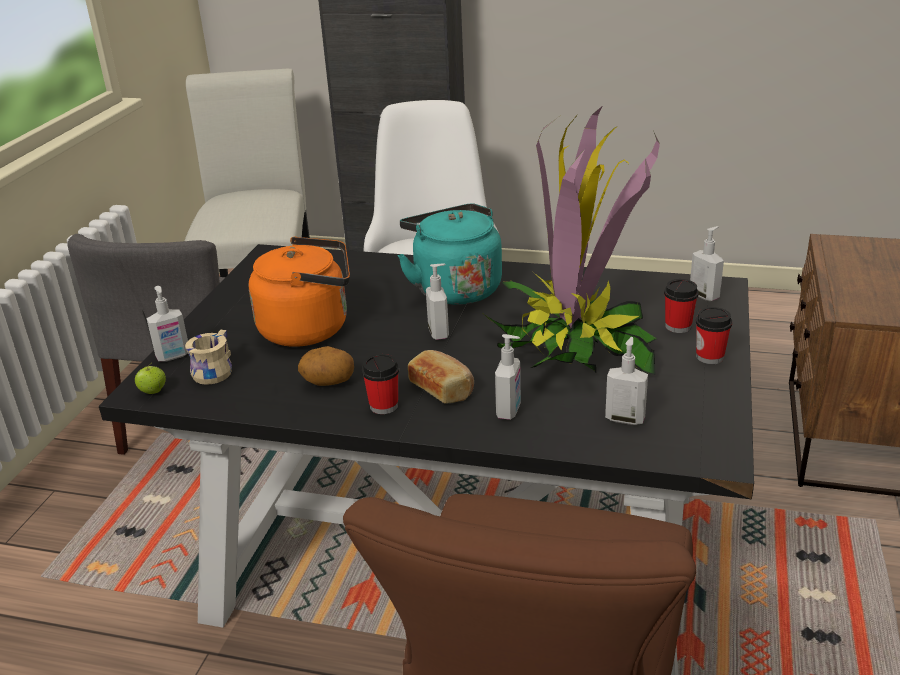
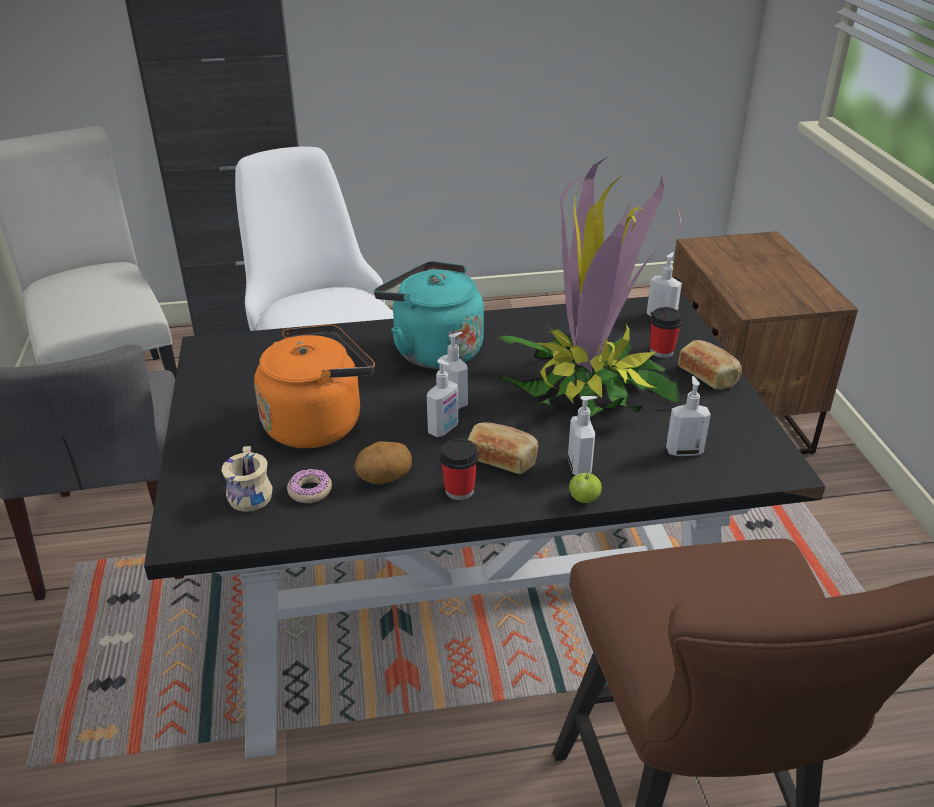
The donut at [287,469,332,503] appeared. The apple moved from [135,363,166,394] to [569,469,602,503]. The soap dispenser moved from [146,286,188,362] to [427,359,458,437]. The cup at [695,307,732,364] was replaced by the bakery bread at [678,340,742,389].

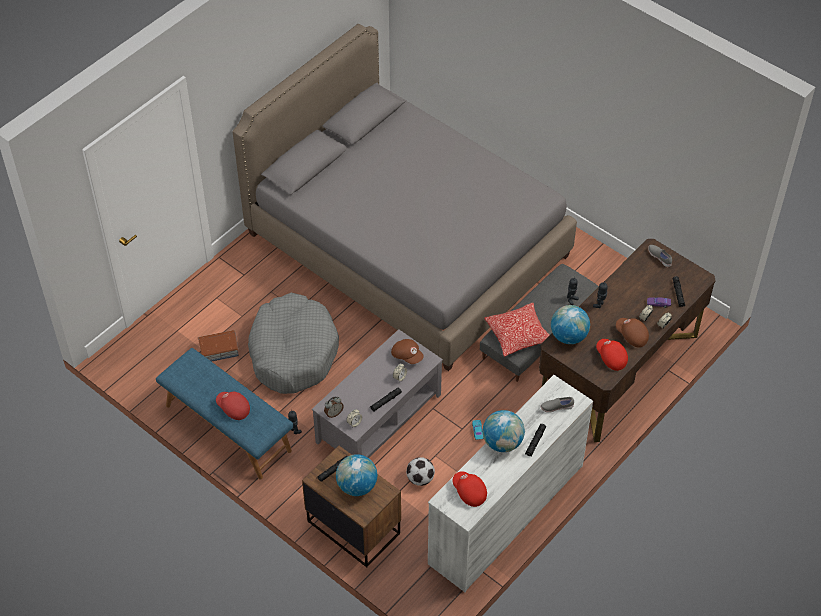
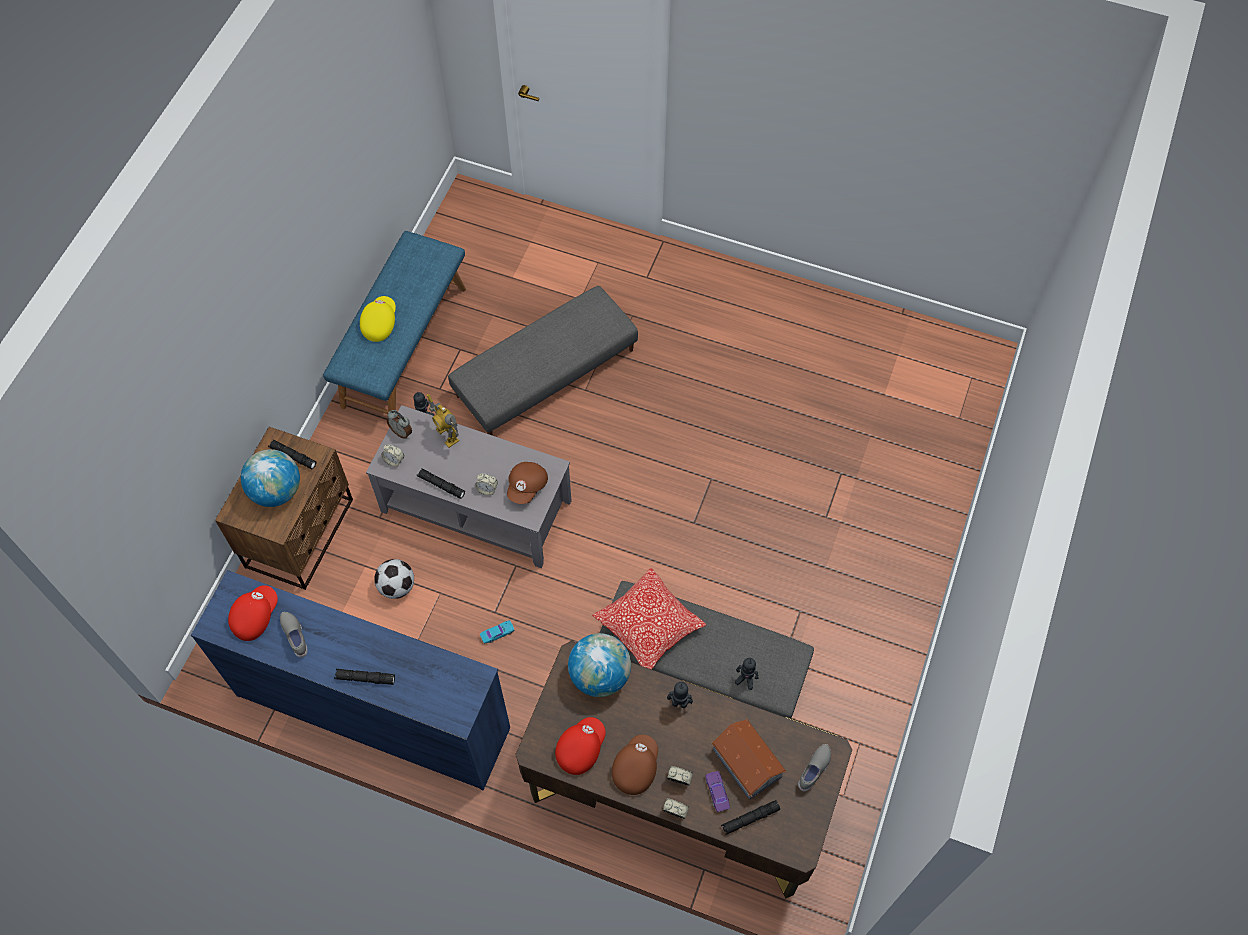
The greyish bed at [233,24,577,371] disappeared. The world globe at [483,410,525,452] disappeared. The toy robot at [427,394,459,448] appeared. The model house moved from [198,330,239,362] to [712,719,787,800]. The greyish item of footwear moved from [540,397,574,413] to [280,612,308,658]. The greyish pet bed at [248,293,339,394] was replaced by the greyish ottoman at [448,286,638,436]. The red-coloured cap at [216,392,250,420] became the yellowish cap at [360,296,396,342]. The whitish dresser at [428,375,593,592] became the blue dresser at [191,570,510,790].

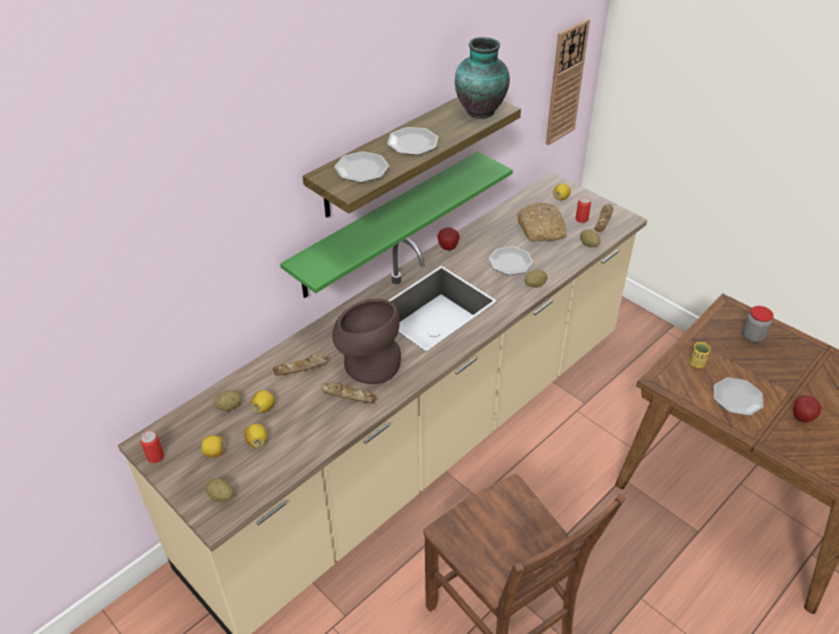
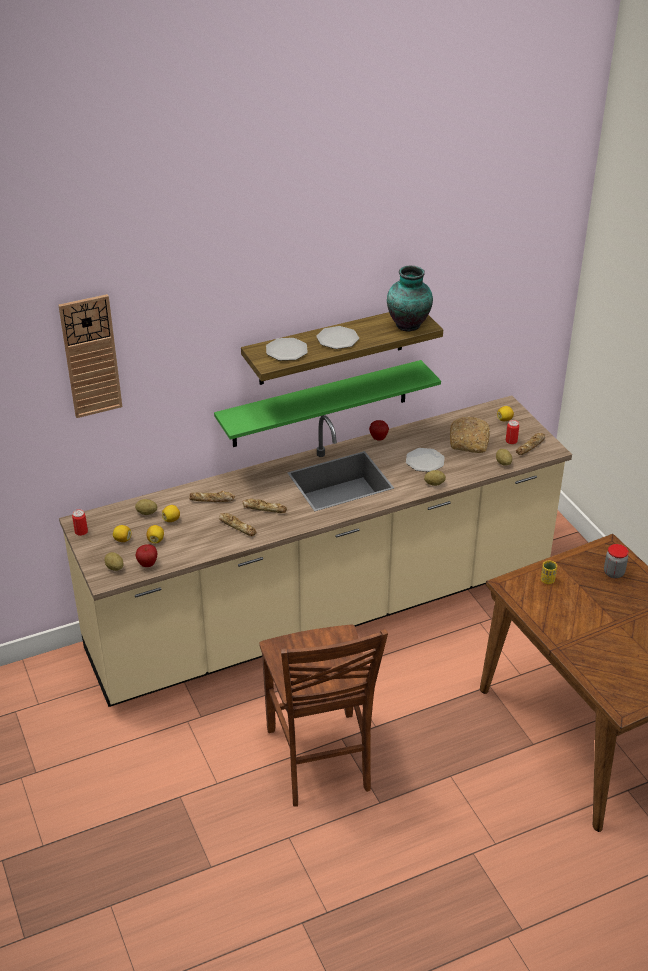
The flat dish at [713,377,764,416] disappeared. The hanging clock moved from [546,19,590,145] to [58,294,122,418]. The apple moved from [793,395,821,423] to [135,544,157,567]. The brownish decorative vase at [332,299,401,384] was replaced by the bakery bread at [242,499,287,513].

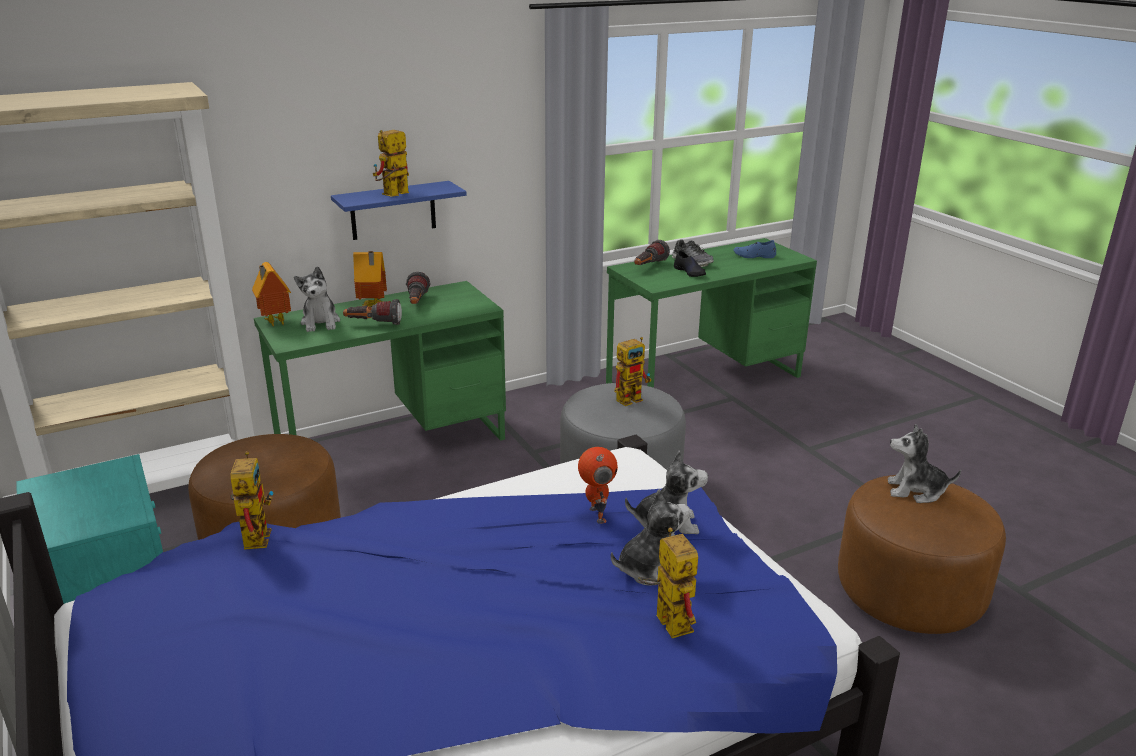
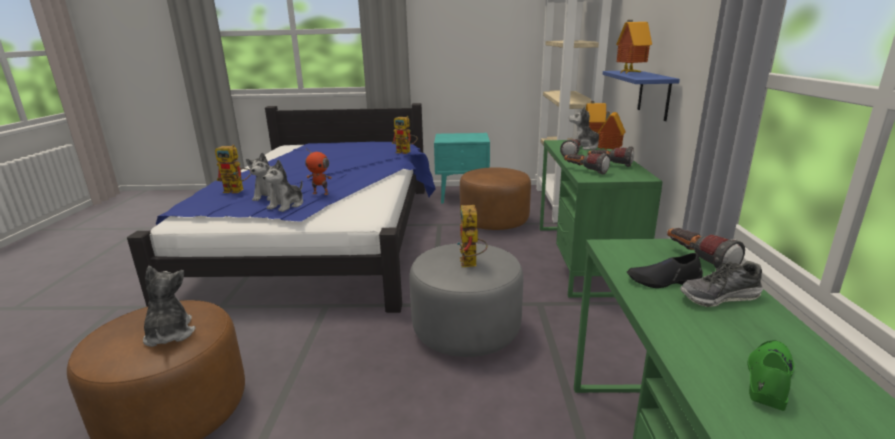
The flashlight at [564,153,610,174] appeared. The toy robot at [373,130,409,197] was replaced by the model house at [616,20,652,74]. The blue item of footwear at [733,240,776,258] became the green-coloured item of footwear at [747,340,795,411]. The soft toy at [887,424,961,503] turned 60 degrees counterclockwise.

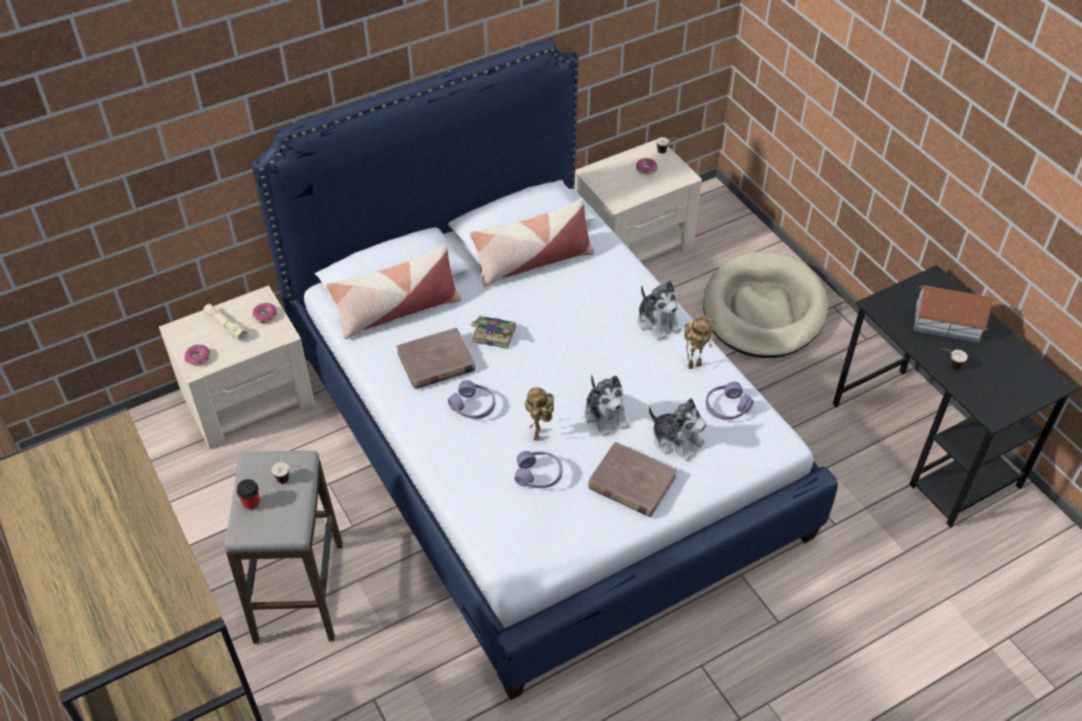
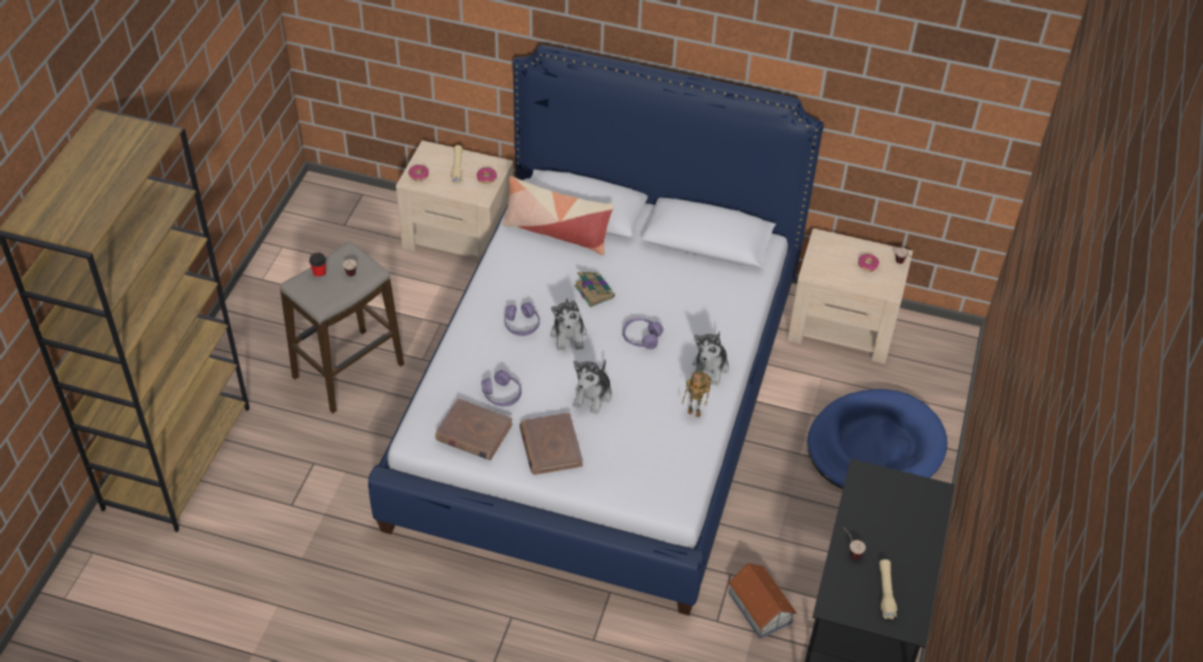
The pillow at [470,198,594,287] disappeared. The toy robot at [525,387,554,441] disappeared. The beige flashlight at [879,559,897,619] appeared. The brownish book moved from [396,327,476,389] to [435,398,513,460]. The soft toy moved from [649,398,706,462] to [551,299,587,351]. The purple-coloured headphones moved from [706,381,754,420] to [623,318,663,349]. The model house moved from [914,285,993,343] to [728,563,797,638]. The beige pet bed at [703,252,828,358] became the blue pet bed at [807,389,947,489].

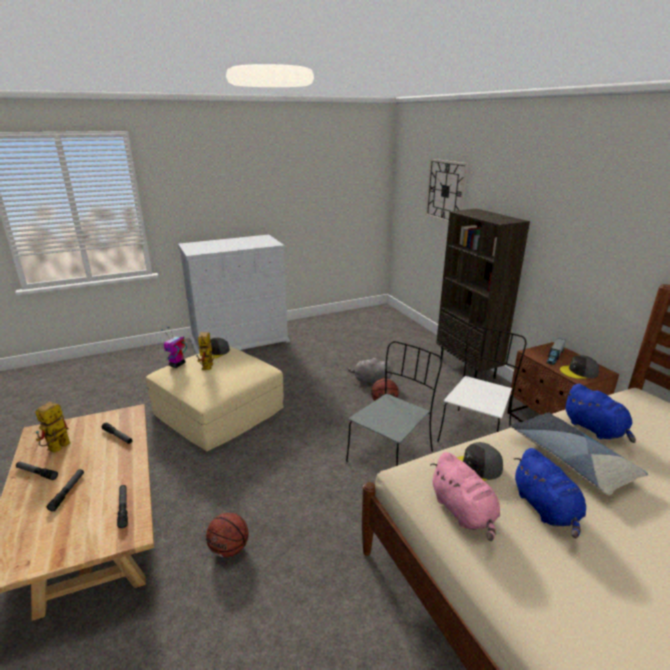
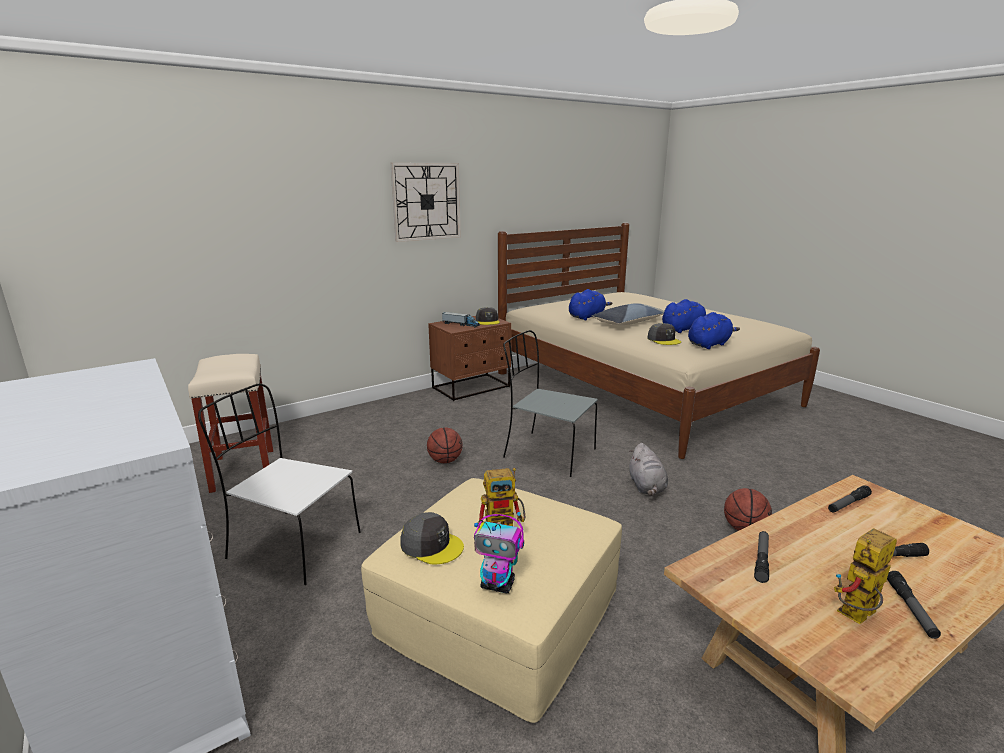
The brownish bookcase at [436,208,530,379] disappeared. The beige stool at [188,354,273,493] appeared. The greyish soft toy moved from [347,358,393,385] to [629,443,668,496]. The hanging clock moved from [425,159,468,223] to [390,163,461,242]. The whitish plain chair moved from [437,326,526,442] to [198,383,361,585]. The pinkish soft toy at [430,452,500,541] became the blue soft toy at [688,312,740,349]. The toy robot at [35,402,71,453] turned 135 degrees clockwise.

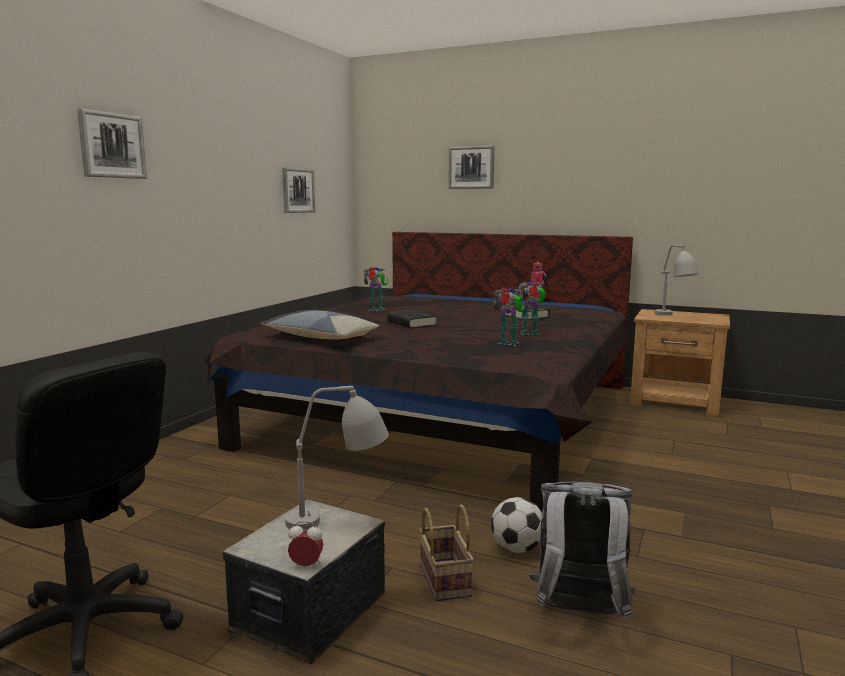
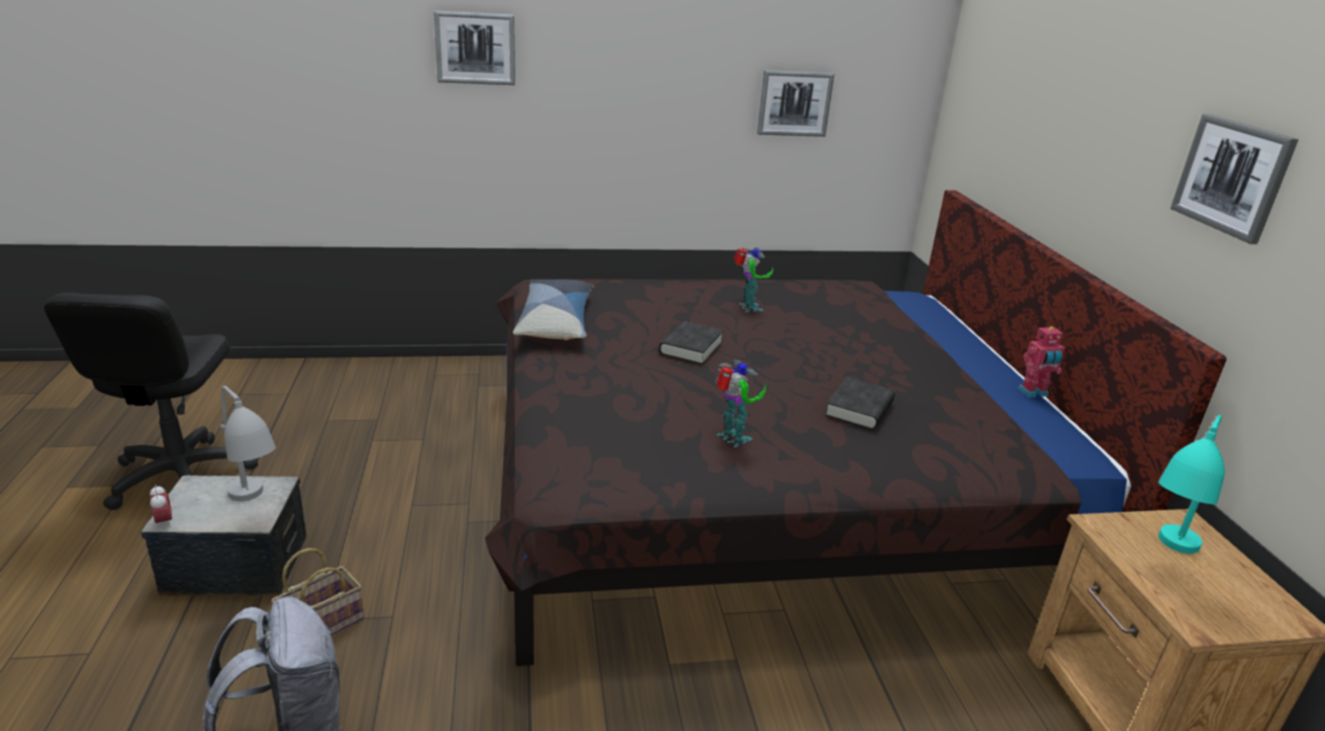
The football ball at [491,497,542,553] disappeared. The toy robot at [493,288,525,346] disappeared. The wall art moved from [448,146,494,189] to [1170,114,1299,244]. The greyish lamp for a table at [655,245,698,315] became the blue-green lamp for a table at [1158,415,1225,554].

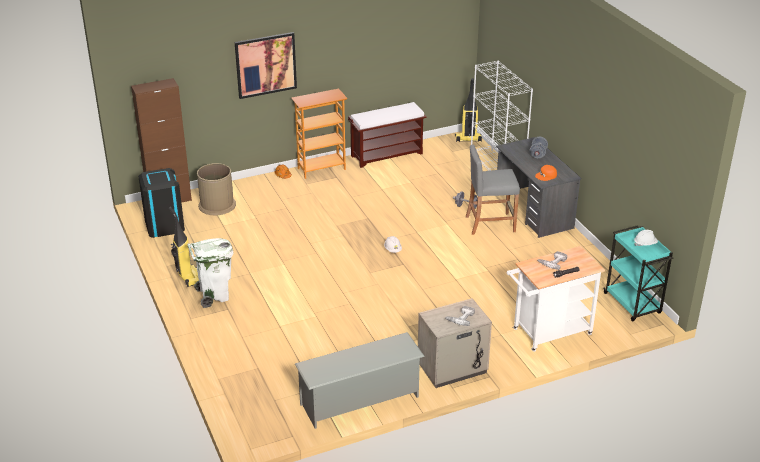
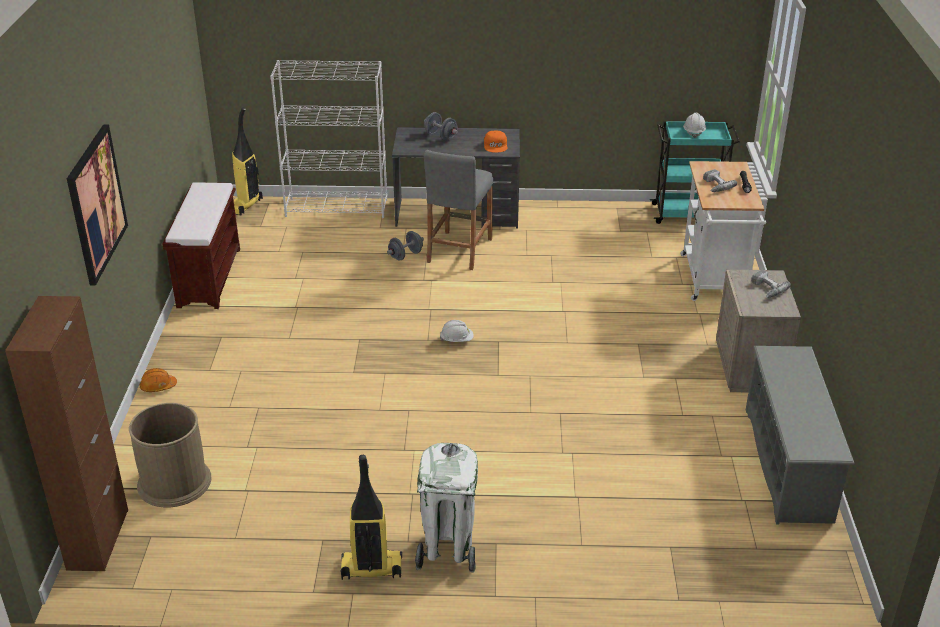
The black-coloured waste bin at [138,168,185,238] disappeared. The bookcase at [292,89,347,179] disappeared.

